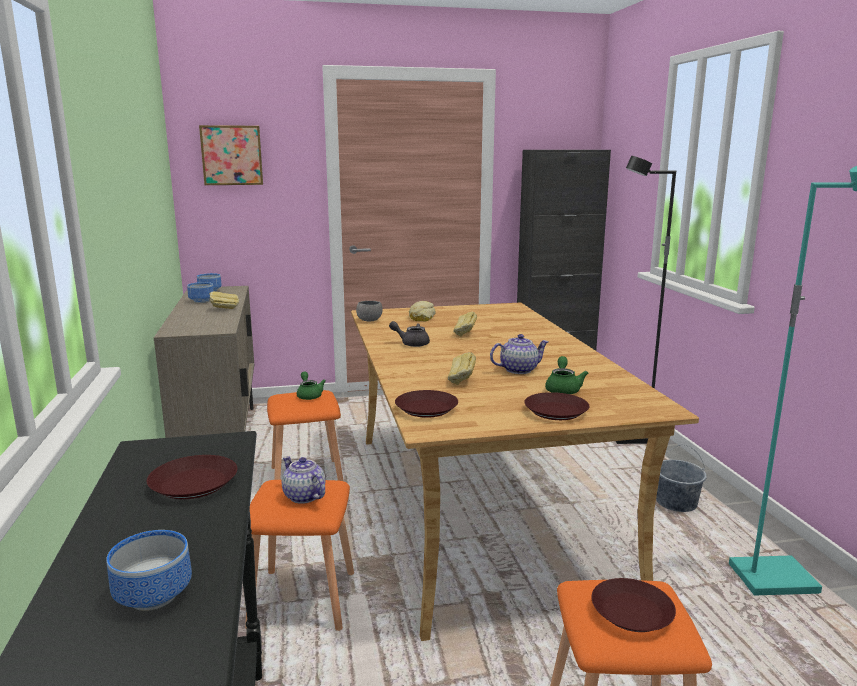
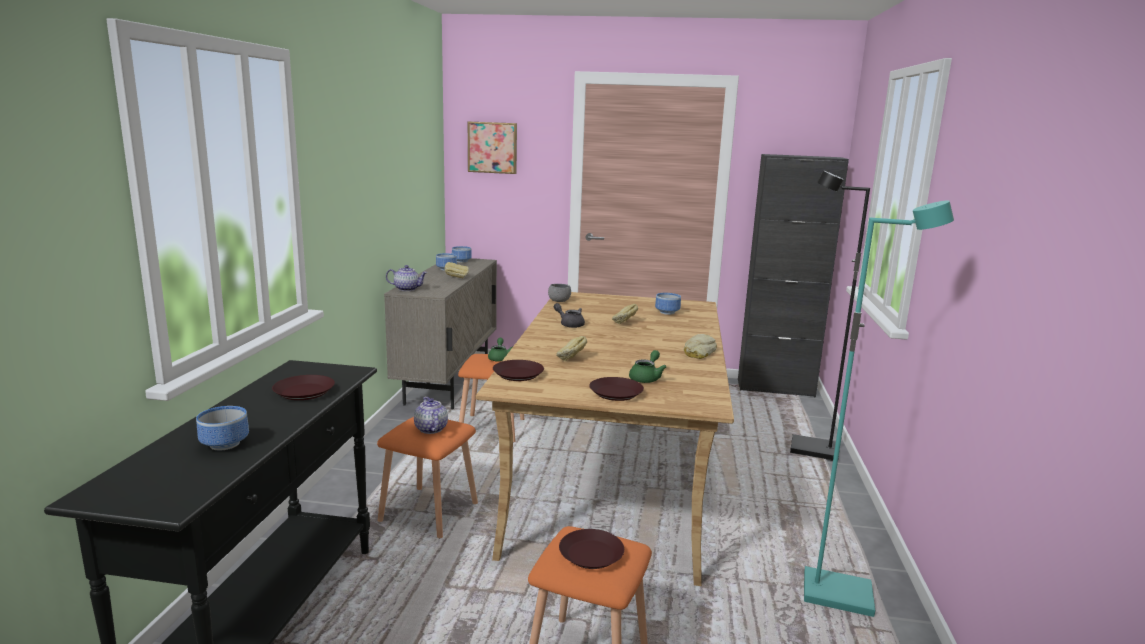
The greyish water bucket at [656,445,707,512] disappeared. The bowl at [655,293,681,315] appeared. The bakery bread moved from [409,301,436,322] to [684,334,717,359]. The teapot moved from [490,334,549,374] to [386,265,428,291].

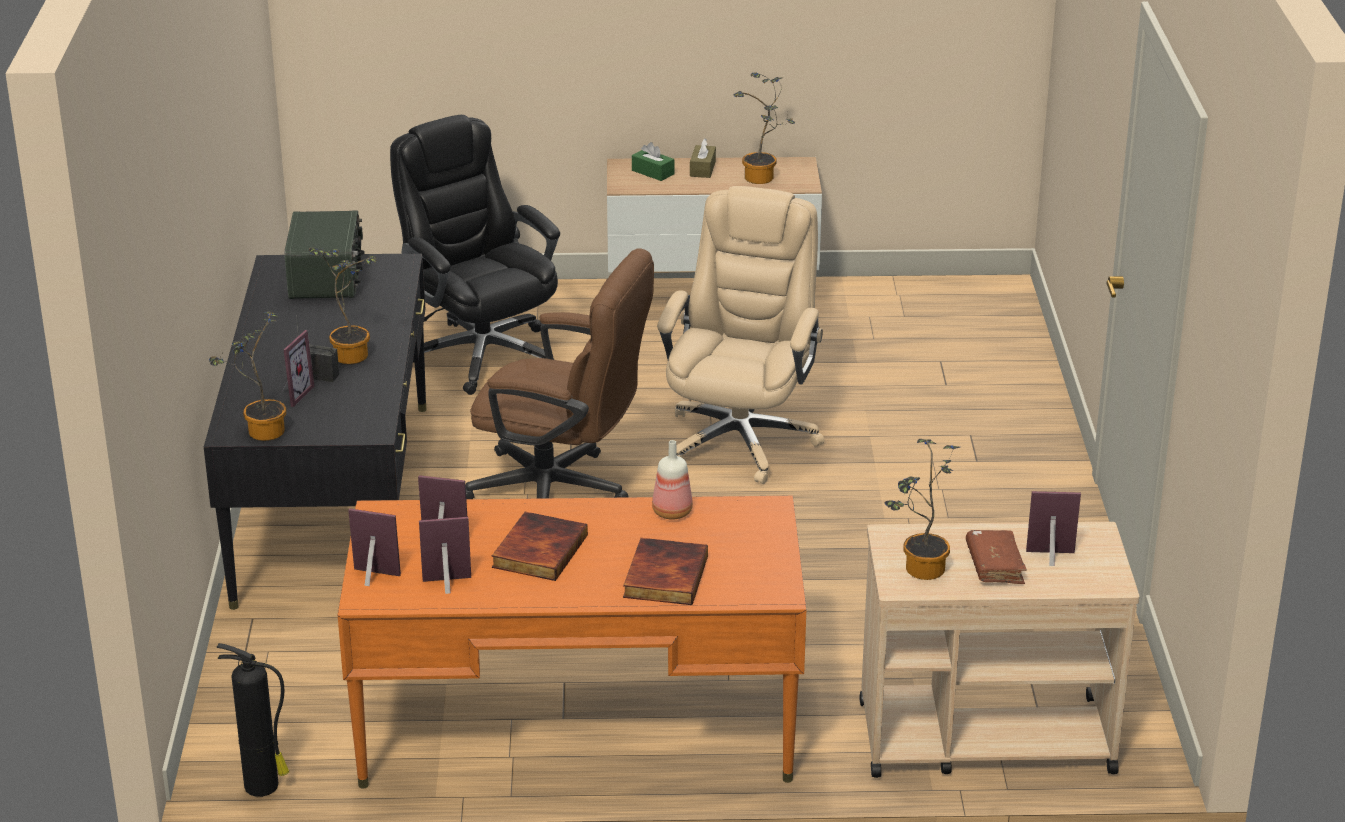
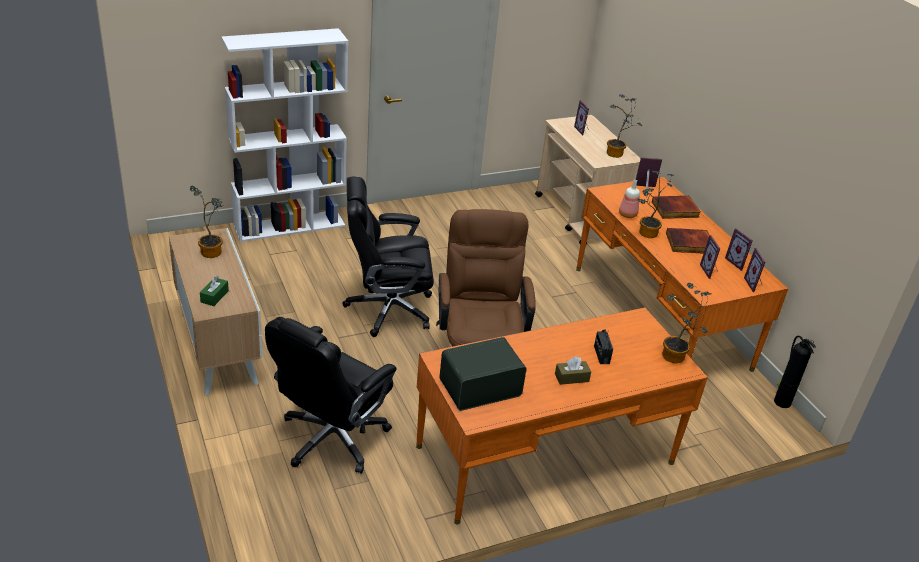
The brownish book at [966,530,1027,584] disappeared. The whitish bookcase at [221,28,348,242] appeared. The standing frame moved from [281,330,314,407] to [636,157,662,189]. The plant in a pot moved from [309,248,377,364] to [638,171,674,238]. The brownish box of tissues moved from [690,138,716,178] to [555,357,591,385]. The black-coloured desk table at [204,254,426,610] became the orange desk table at [416,307,708,525]. The beige computer chair at [657,186,825,484] became the black-coloured computer chair at [342,176,434,337].

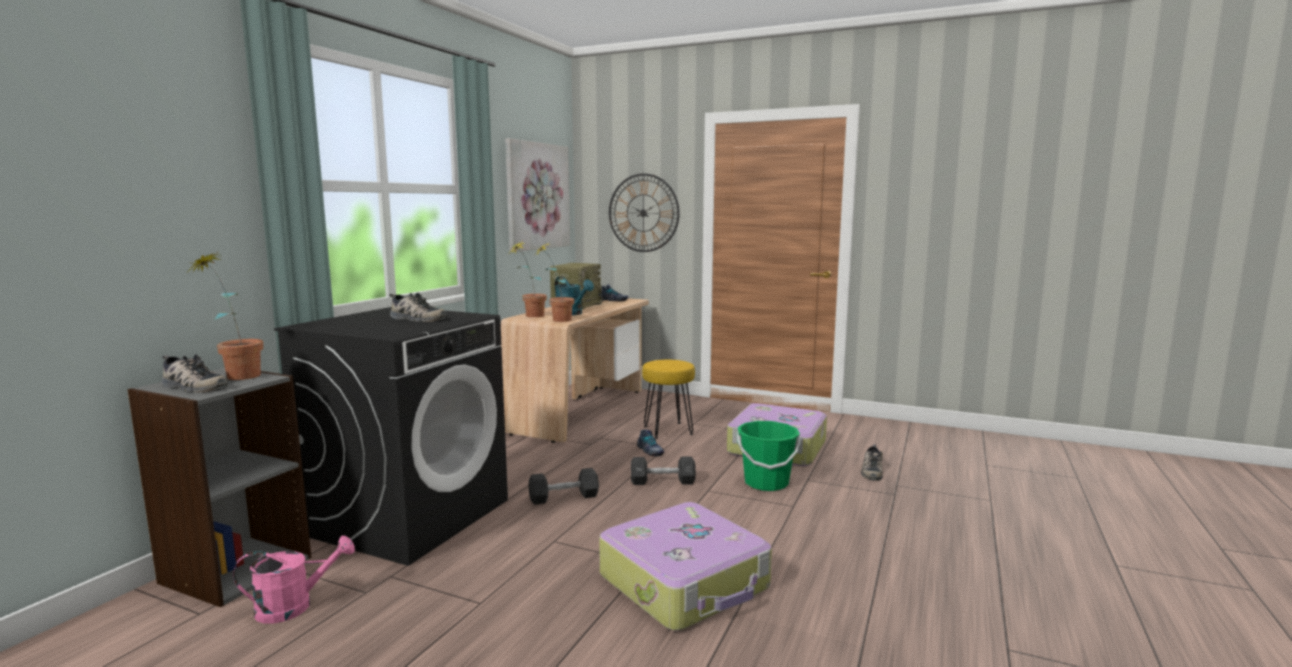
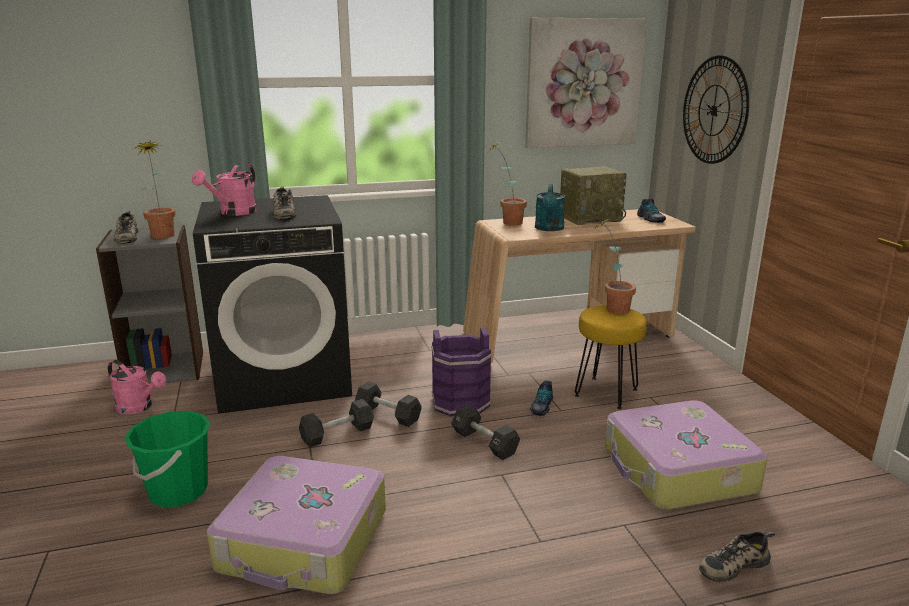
The pinkish watering pot at [192,162,257,216] appeared. The black-coloured free weight at [299,399,374,447] appeared. The purple-coloured water bucket at [431,327,492,417] appeared. The plant in a pot moved from [535,244,574,322] to [593,217,636,314]. The green-coloured water bucket moved from [737,421,801,491] to [124,411,210,507].

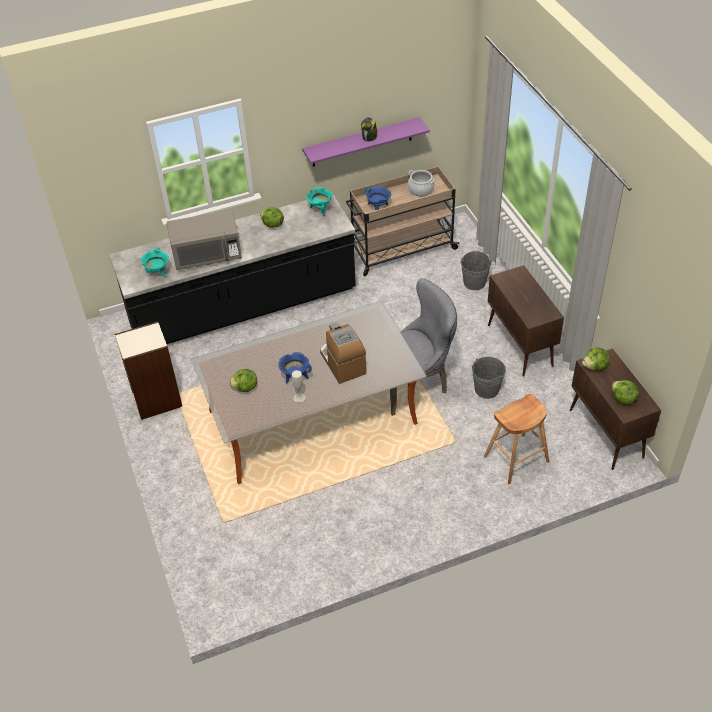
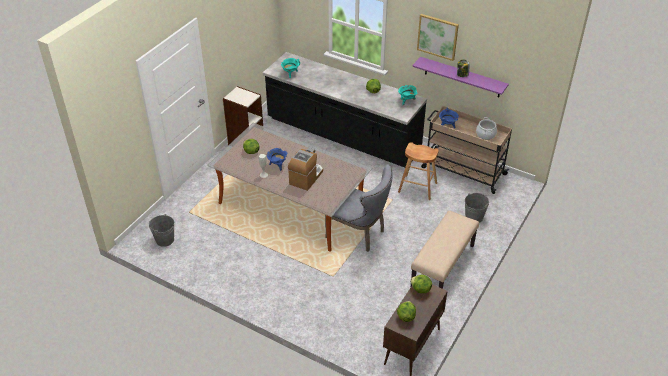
The greyish kitchen microwave at [167,210,242,270] disappeared. The wall art at [417,14,459,61] appeared. The greyish water bucket moved from [472,357,506,399] to [149,214,174,247]. The brownish stool moved from [484,394,549,484] to [398,142,439,200]. The brownish cabinet at [488,265,564,377] was replaced by the beige long seat at [411,210,479,289].

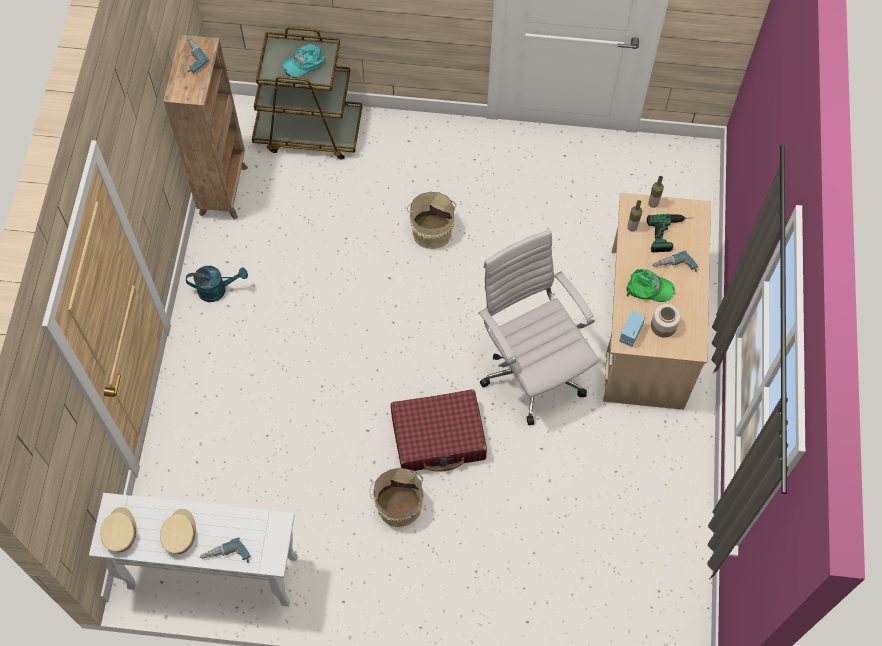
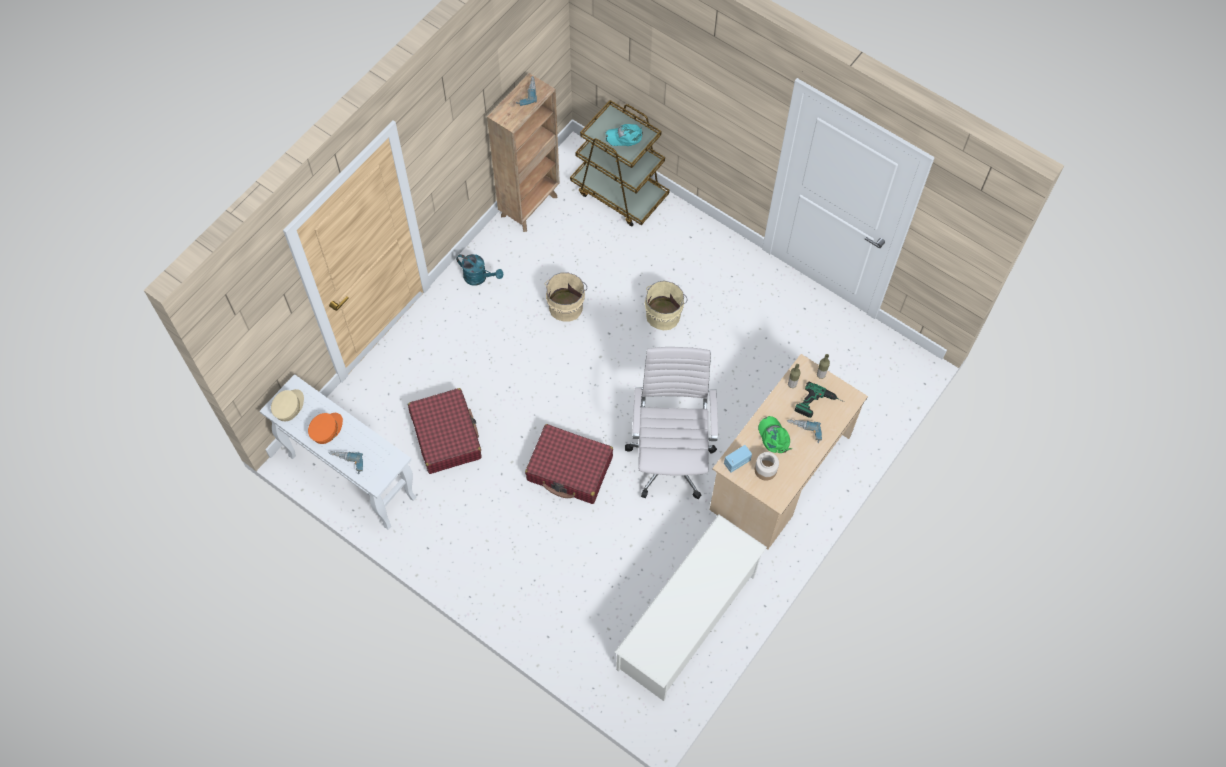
The red-coloured suitcase at [408,388,482,474] appeared. The whitish shoe shelf at [615,514,767,701] appeared. The beige water bucket moved from [369,468,424,527] to [545,273,587,321]. The beige cap at [160,509,196,554] became the orange cap at [308,413,343,444]. The green-coloured cap at [626,269,675,302] turned 150 degrees counterclockwise.

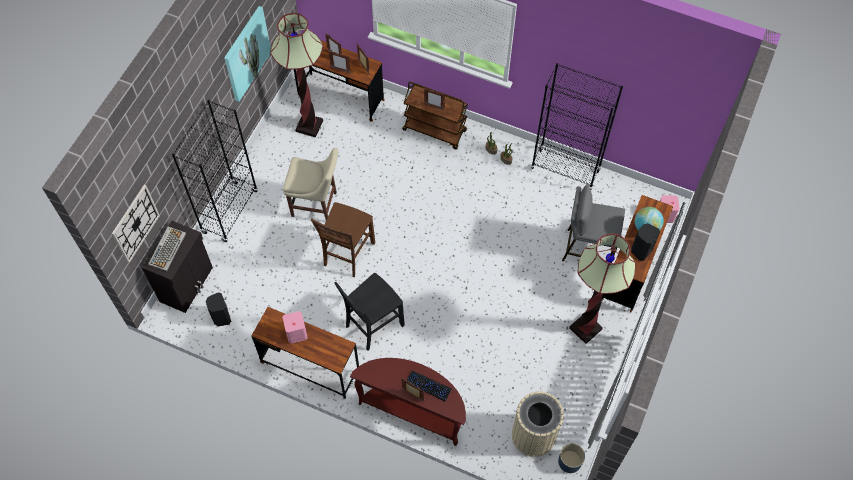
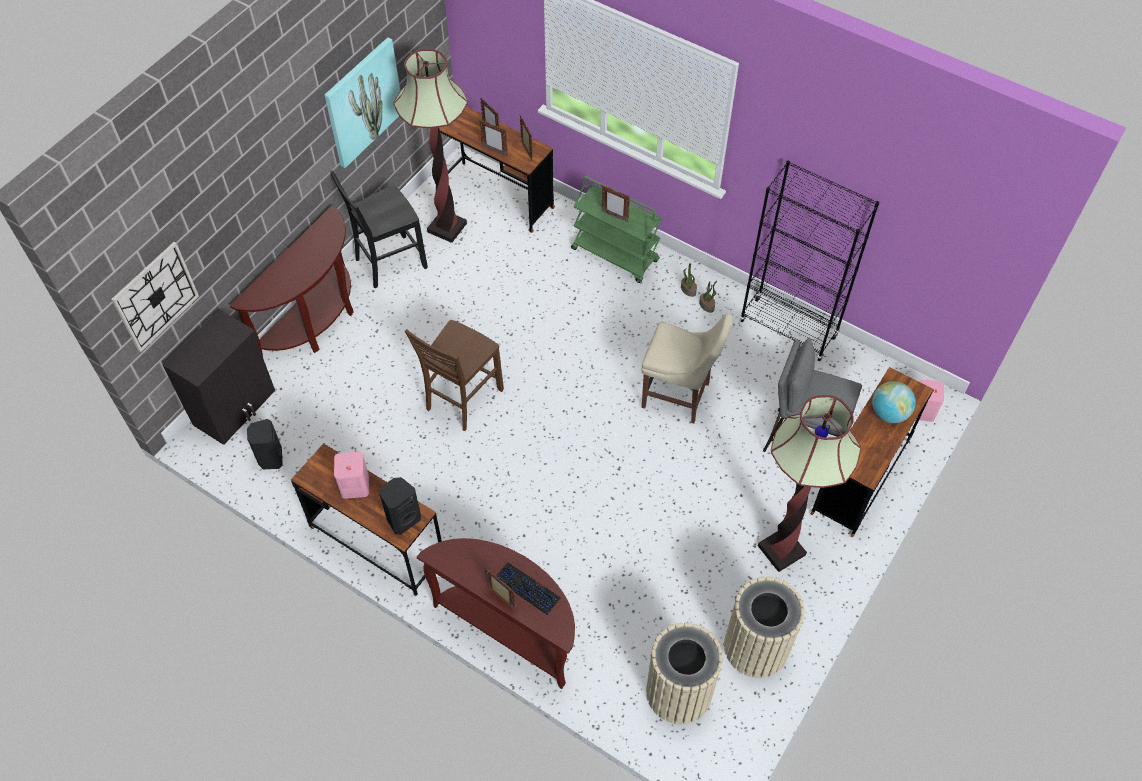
The PC keyboard at [148,226,186,271] disappeared. The blue planter at [558,443,585,473] disappeared. The beige waste bin at [724,576,805,678] appeared. The beige plain chair moved from [283,148,338,220] to [642,313,733,423]. The black-coloured plain chair moved from [334,273,405,351] to [330,170,428,289]. The black-coloured loudspeaker moved from [631,223,660,261] to [379,477,421,535]. The black-coloured bookcase at [172,100,258,243] was replaced by the brownish narrow table at [230,206,354,356]. The brownish wheeled cart at [402,82,468,149] became the green-coloured wheeled cart at [571,176,662,283].

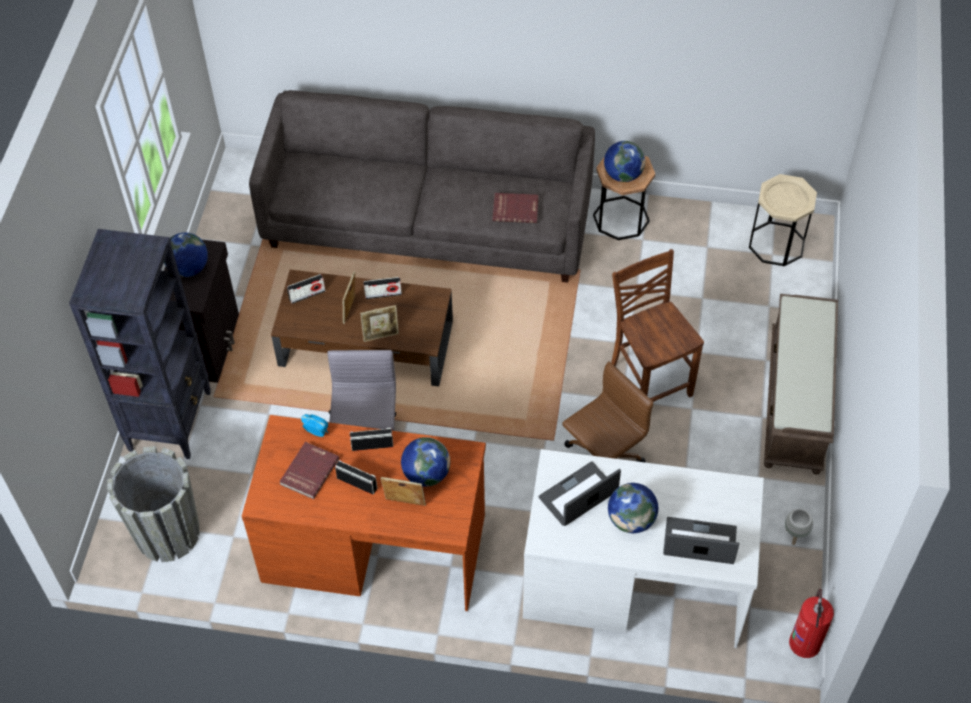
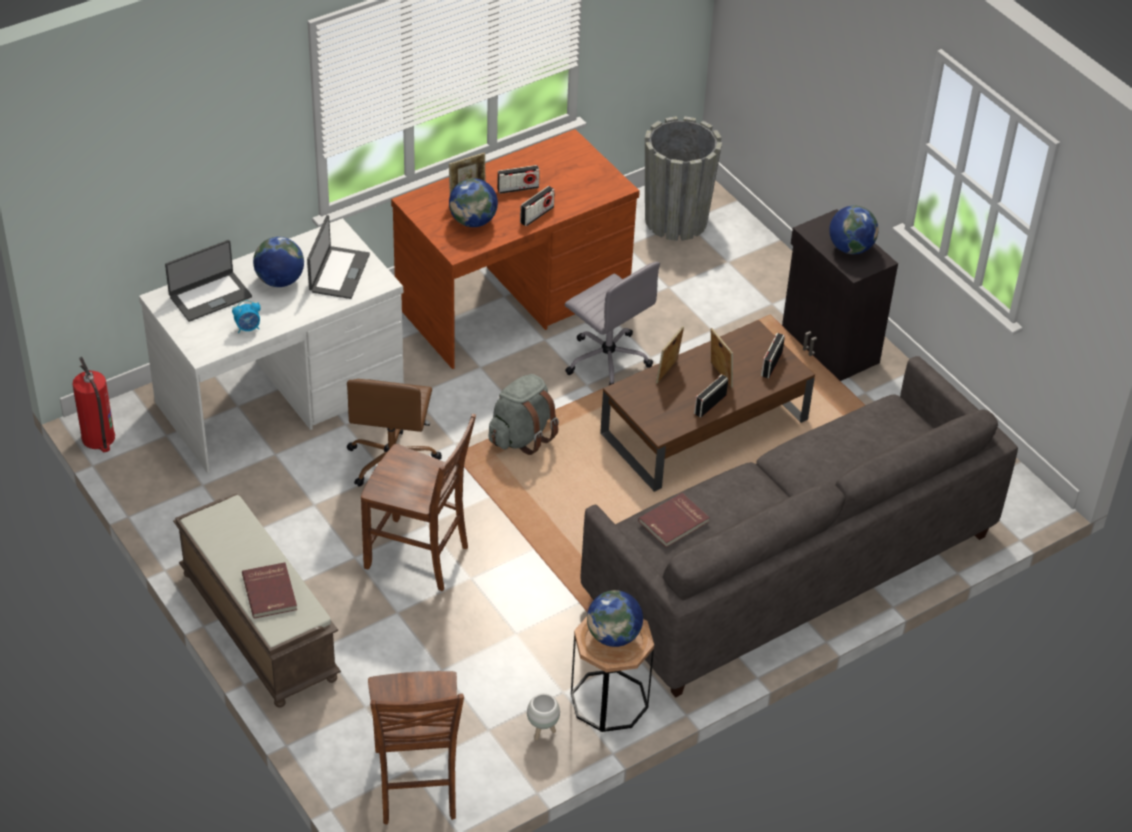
The black-coloured bookcase at [69,229,211,459] disappeared. The greyish knapsack at [489,374,559,455] appeared. The red-coloured book moved from [279,442,339,499] to [242,562,297,619]. The table clock moved from [301,414,328,437] to [232,300,261,333]. The whitish planter moved from [785,509,813,545] to [527,693,560,740]. The beige end table at [749,174,817,266] was replaced by the brownish plain chair at [368,671,464,825].

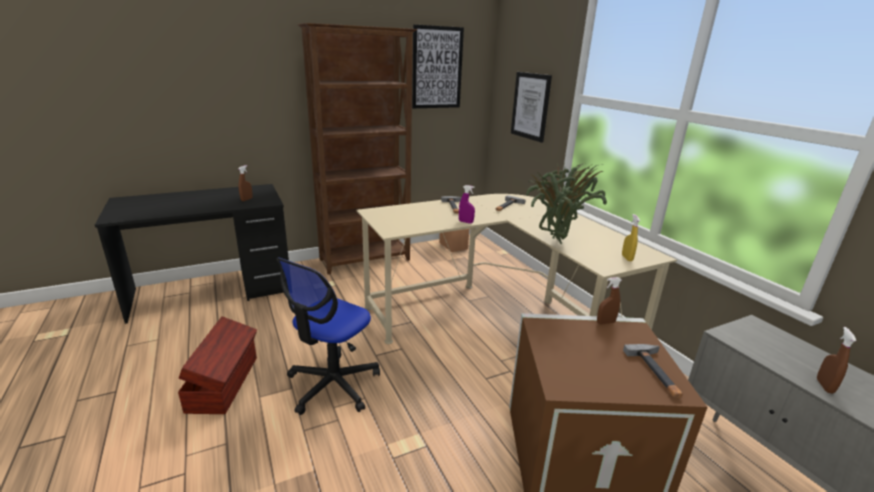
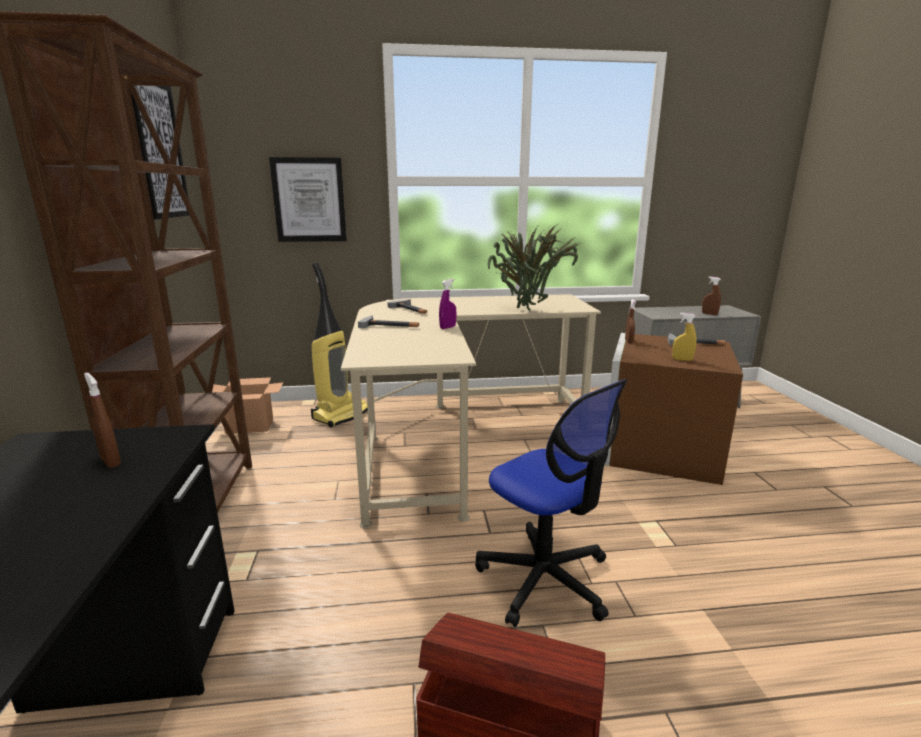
The hoover at [311,263,368,428] appeared. The yellowish sprayer moved from [622,214,640,261] to [672,313,696,361].

